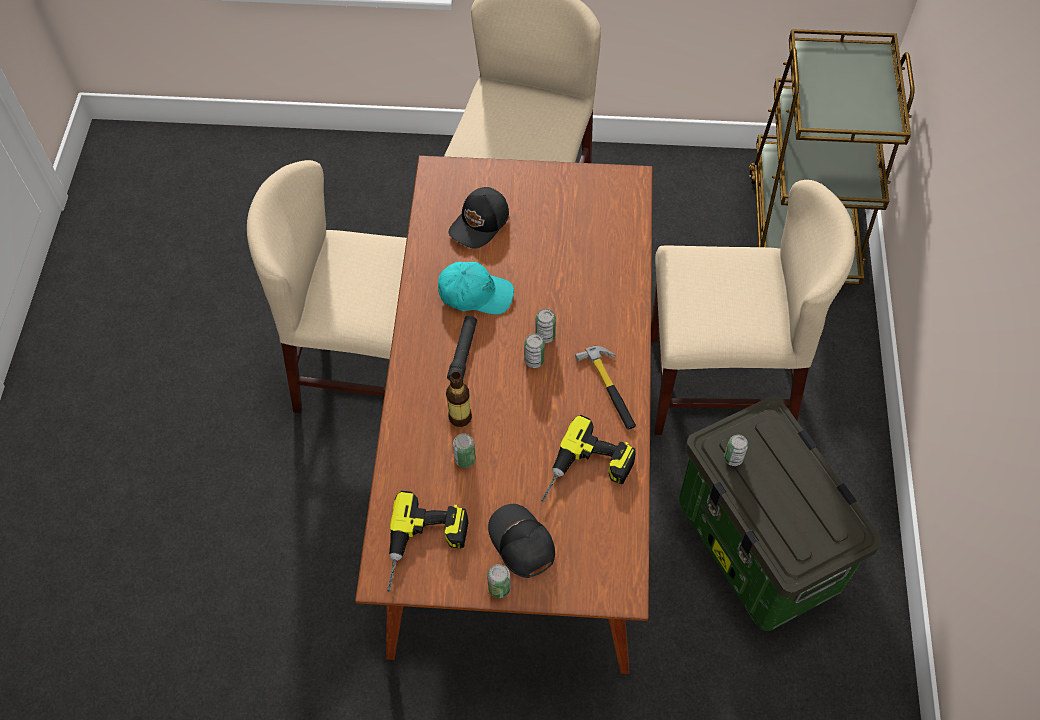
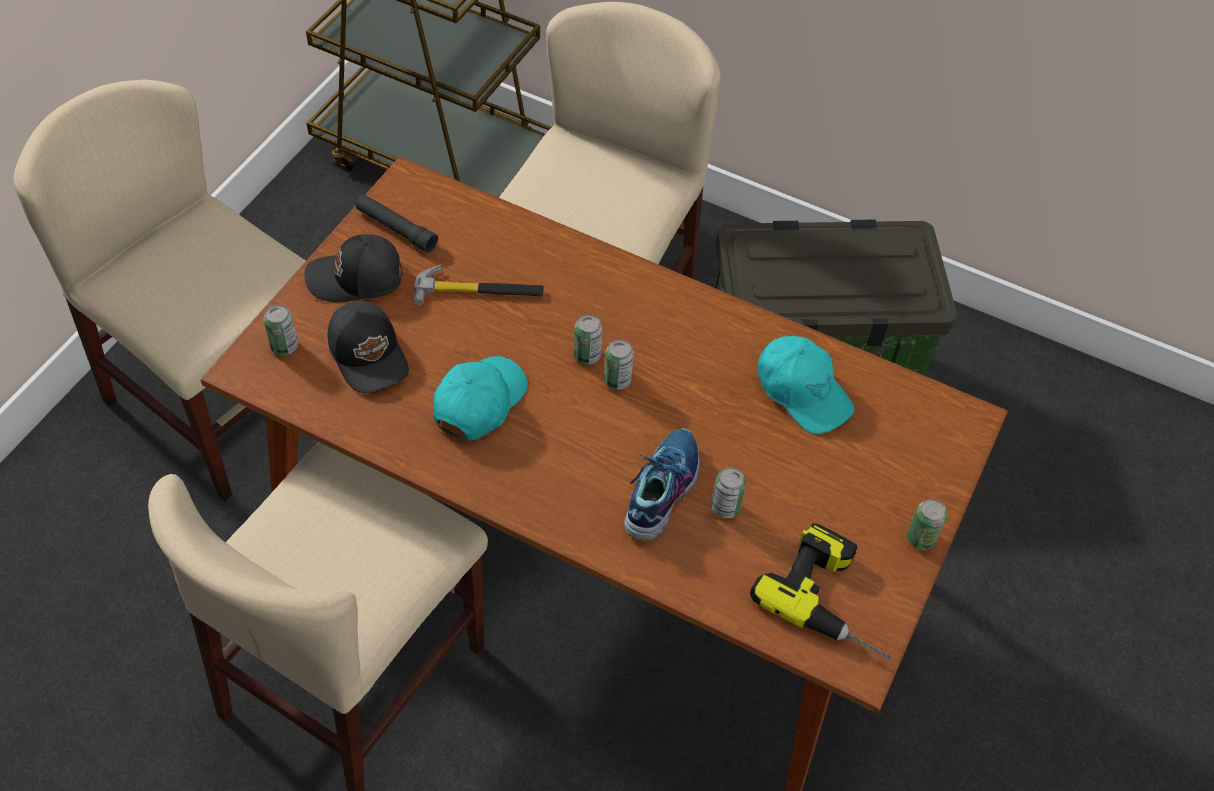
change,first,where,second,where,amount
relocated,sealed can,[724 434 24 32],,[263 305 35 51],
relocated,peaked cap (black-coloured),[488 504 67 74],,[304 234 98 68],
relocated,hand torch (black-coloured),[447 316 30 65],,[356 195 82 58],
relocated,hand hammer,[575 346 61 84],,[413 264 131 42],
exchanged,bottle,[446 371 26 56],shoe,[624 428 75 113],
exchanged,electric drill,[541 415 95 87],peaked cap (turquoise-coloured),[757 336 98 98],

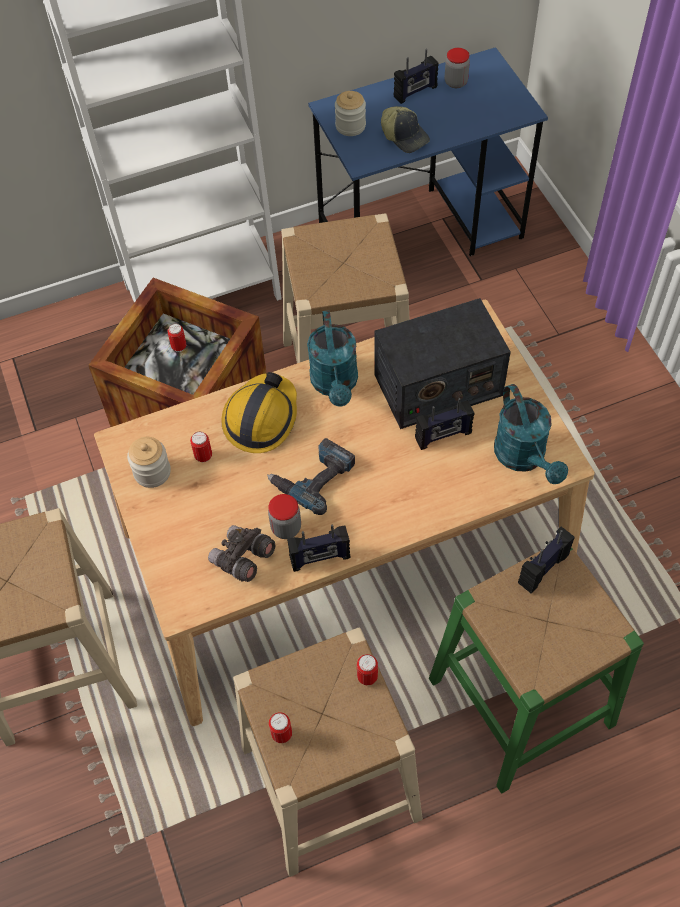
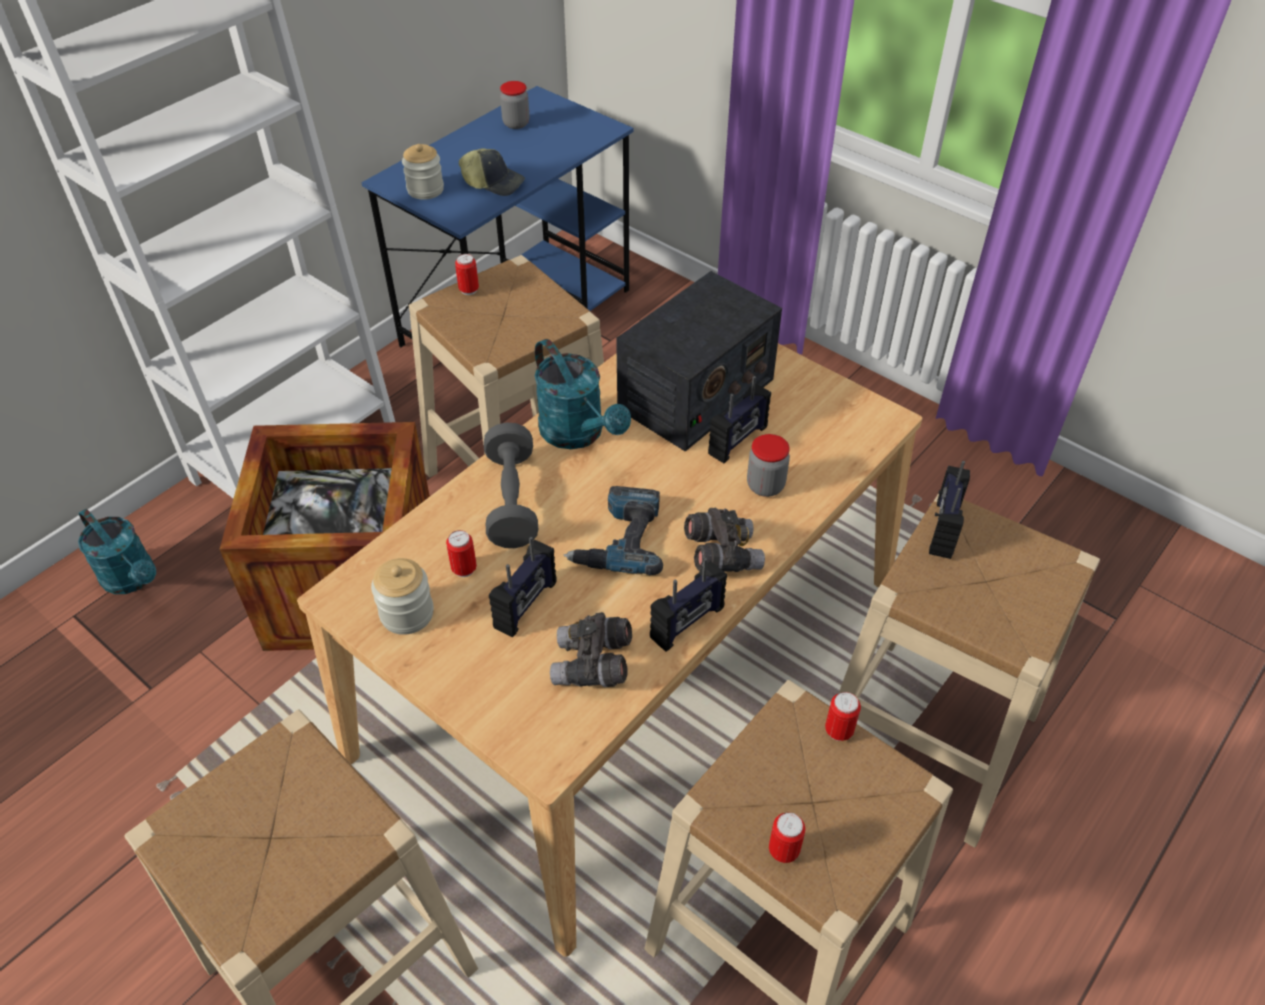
change,first,where,second,where,amount
relocated,watering can (turquoise-coloured),[494 384 74 100],,[78 509 78 85],
relocated,sealed can,[167 324 20 28],,[455 254 24 41],
exchanged,work helmet,[221 372 76 81],hand weight (grey),[484 422 54 126],
relocated,radio,[394 49 45 55],,[489 537 68 100],
appeared,,,pair of binoculars (grey),[684 507 81 65],
relocated,preserve jar,[268 494 33 45],,[747 434 43 63],
colour,stool seat (green),[429 547 215 247],stool seat (beige-coloured),[839 493 261 354],

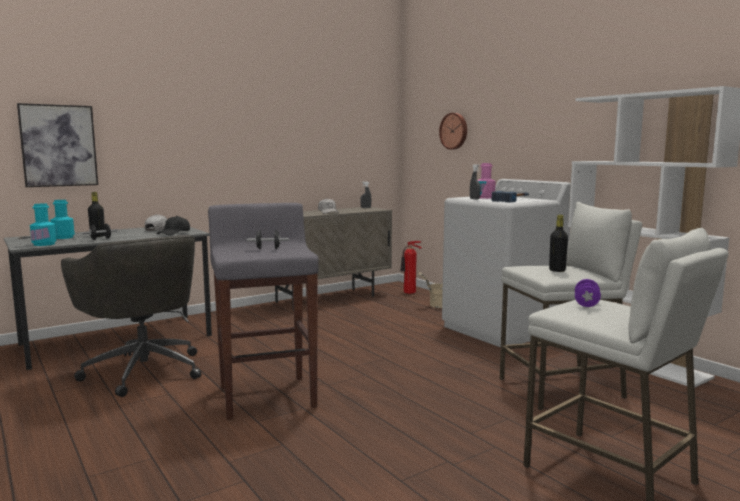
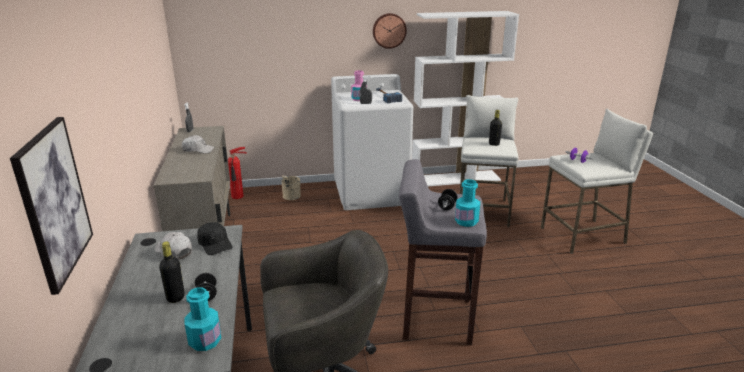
change,first,where,second,where,amount
relocated,hanging clock,[439 113 28 37],,[373 13 34 36],
relocated,bottle (turquoise-coloured),[50 200 25 39],,[455 179 25 48],

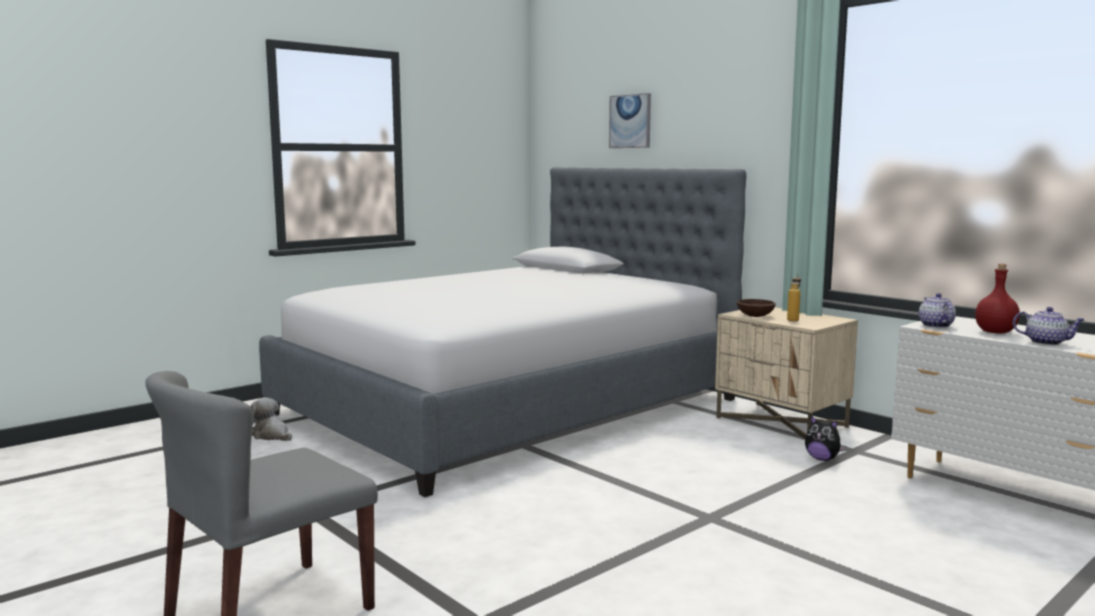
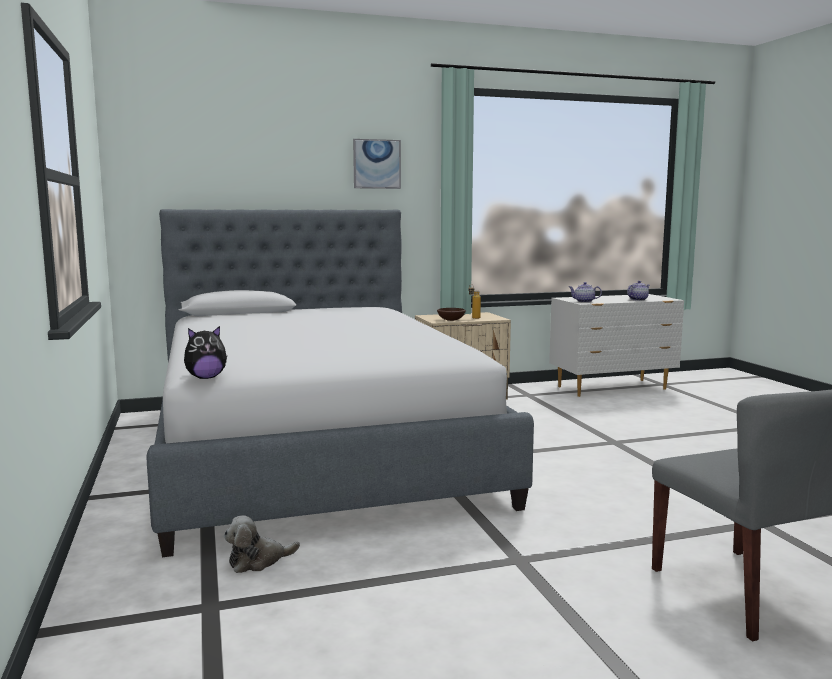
change,first,where,second,where,amount
relocated,soft toy,[805 415 41 46],,[184 326 43 53],
relocated,wall art,[609 93 42 55],,[353 139 48 50],
missing,bottle (red-coloured),[975 264 45 70],,,

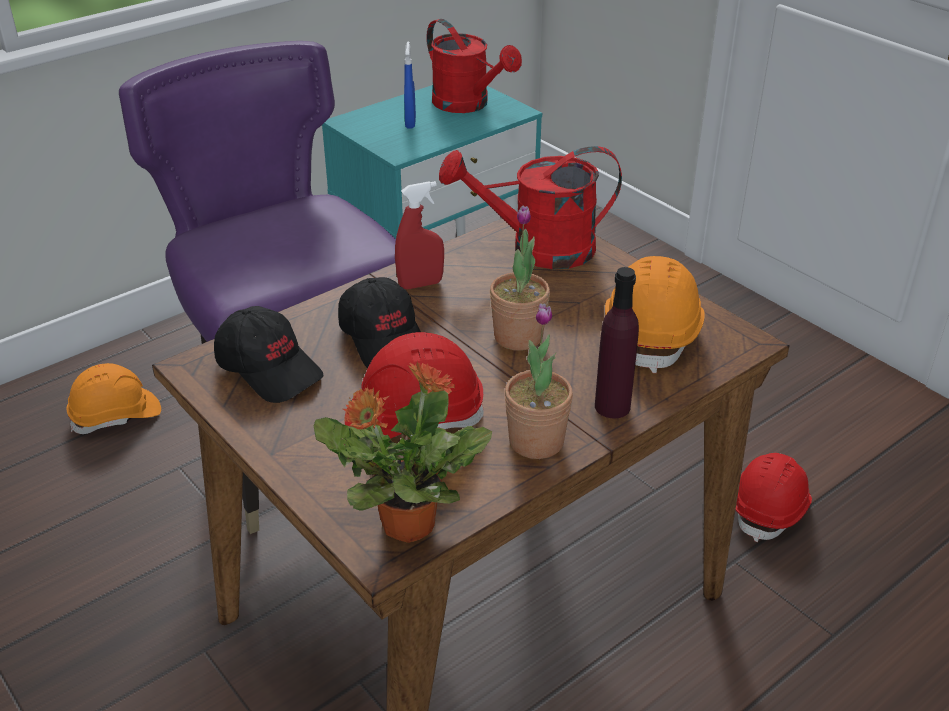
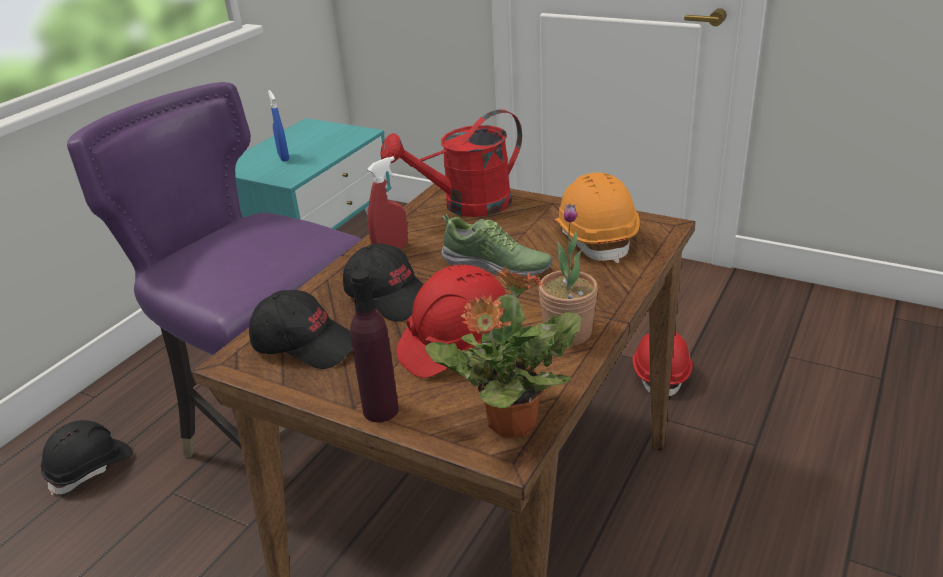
change,first,where,second,where,amount
colour,work helmet (orangey),[67 363 94 71],work helmet (black-coloured),[41 420 92 76],
relocated,bottle (purple-coloured),[595 267 44 151],,[350 270 49 153],
exchanged,potted plant,[490 206 60 145],shoe,[442 214 111 63],
missing,watering can (red-coloured),[427 19 95 94],,,

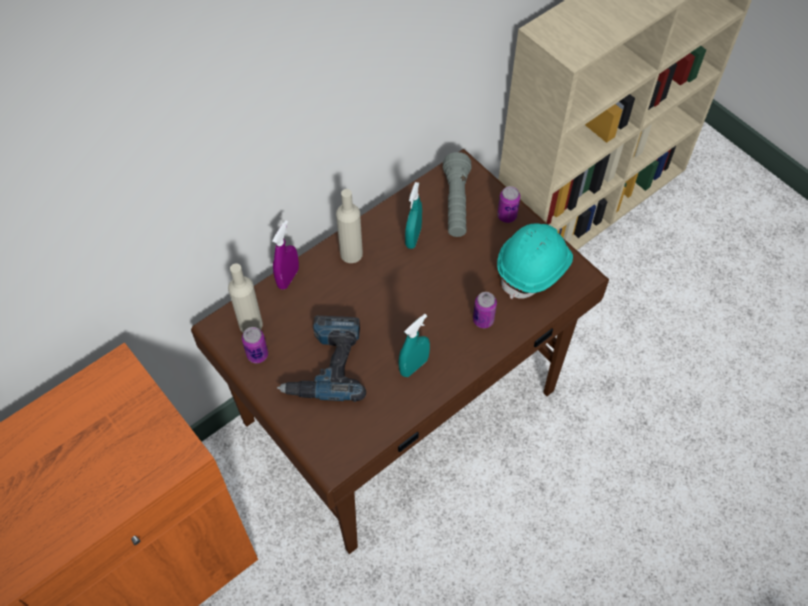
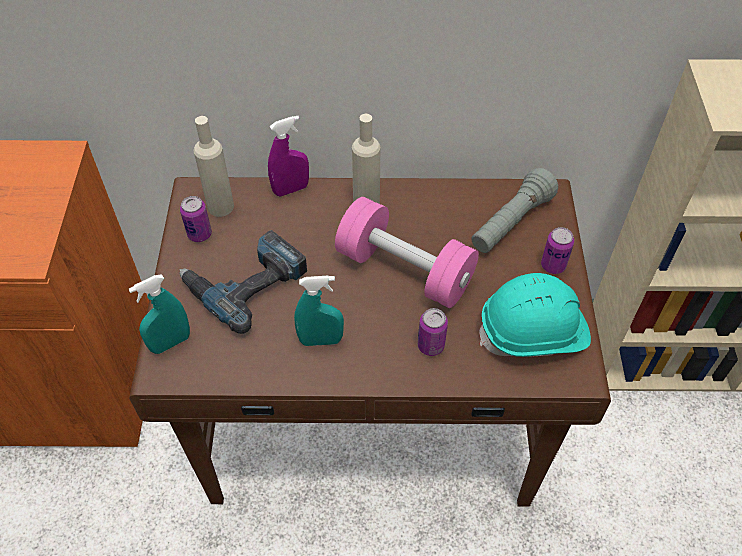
change,first,where,second,where,amount
relocated,sprayer (turquoise-coloured),[405 182 17 67],,[129 274 61 80],
appeared,,,hand weight (pinkish),[335 197 144 111],

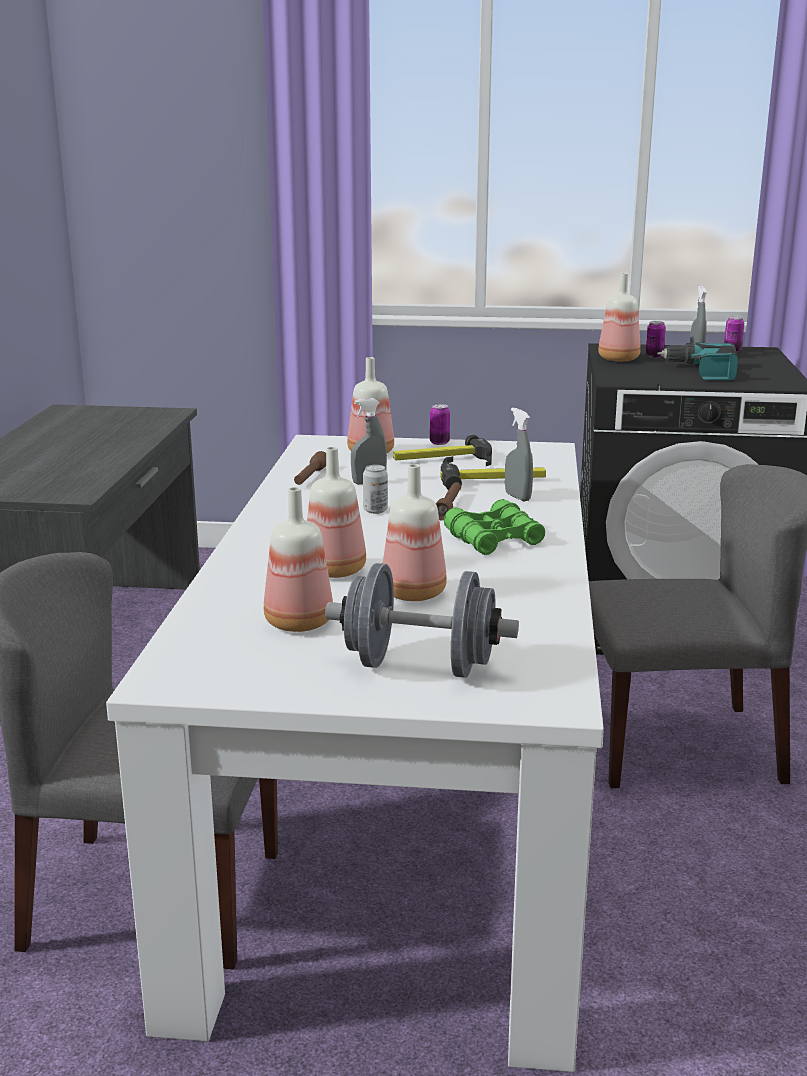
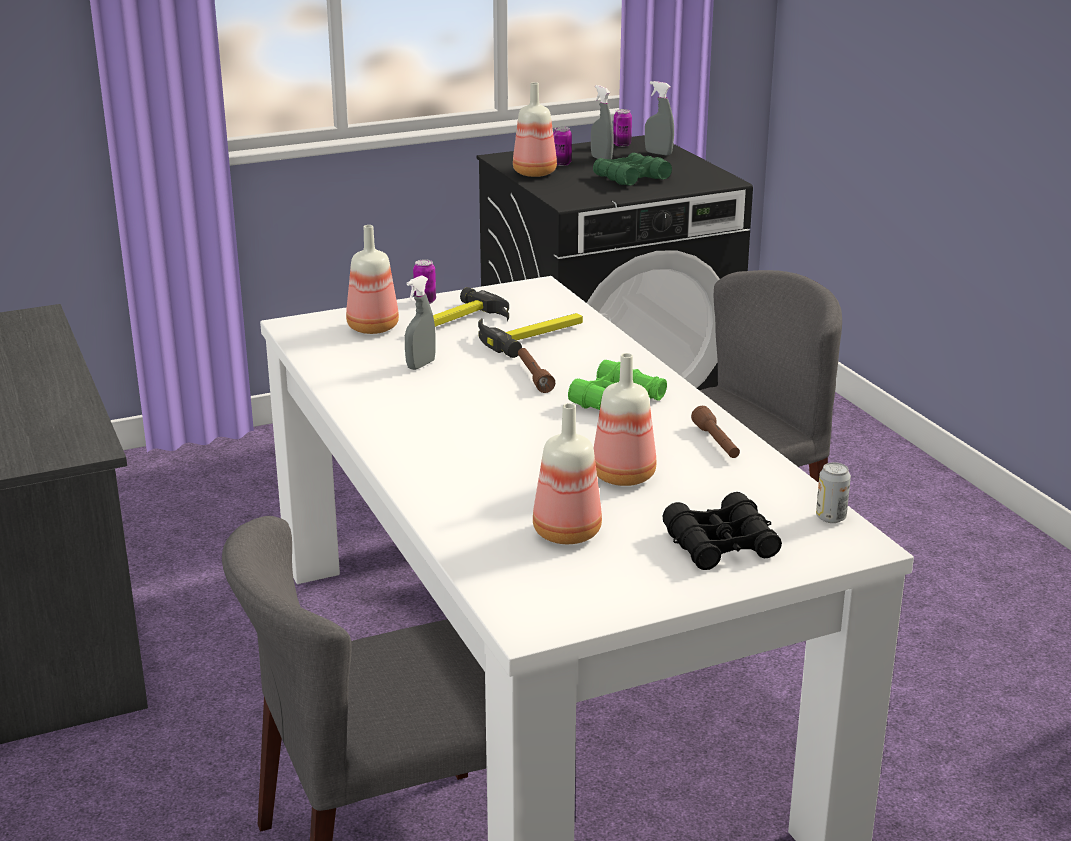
change,first,where,second,where,amount
exchanged,electric drill,[657 343 81 38],pair of binoculars (green),[593 153 79 33],
relocated,sprayer (grey),[505 408 28 94],,[645 81 29 75],
exchanged,hand weight (grey),[325 563 194 115],pair of binoculars (black-coloured),[662 492 120 78],
relocated,hand torch (brown-coloured),[294 451 32 34],,[691 406 49 52],
relocated,sealed can,[363 465 25 49],,[816 462 35 61],
missing,bottle,[307 447 59 131],,,

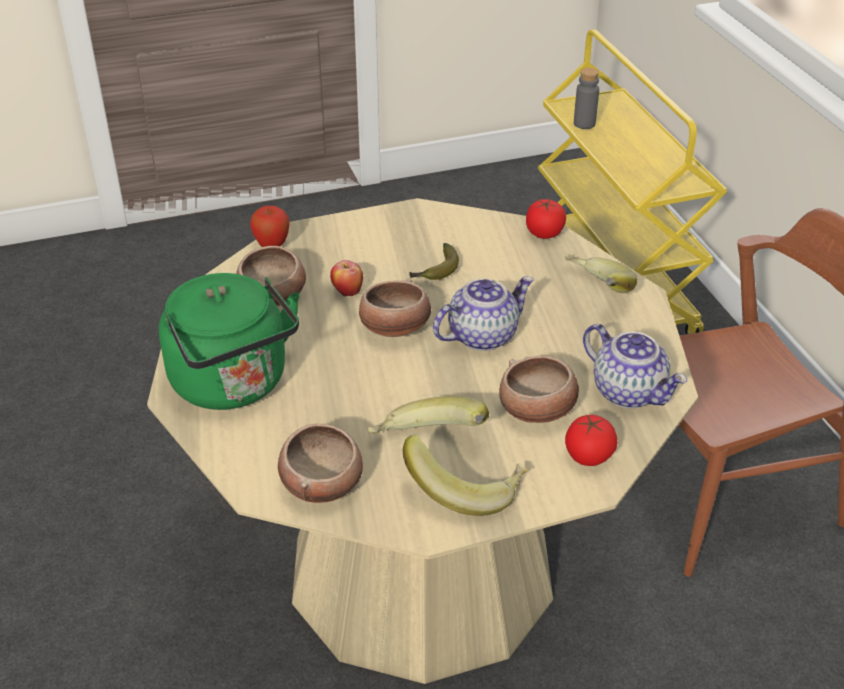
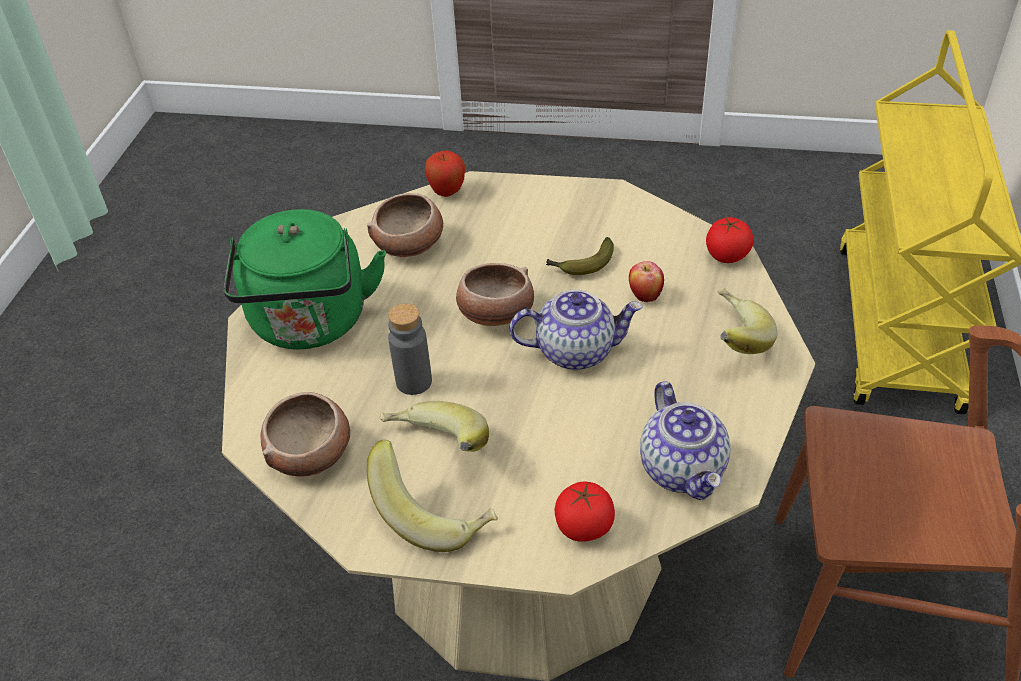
change,first,where,second,where,amount
relocated,bottle (grey),[574 68 25 61],,[388 303 44 92],
relocated,whole apple,[330 260 33 37],,[629 261 35 41],
missing,deep dish,[499 356 80 67],,,

